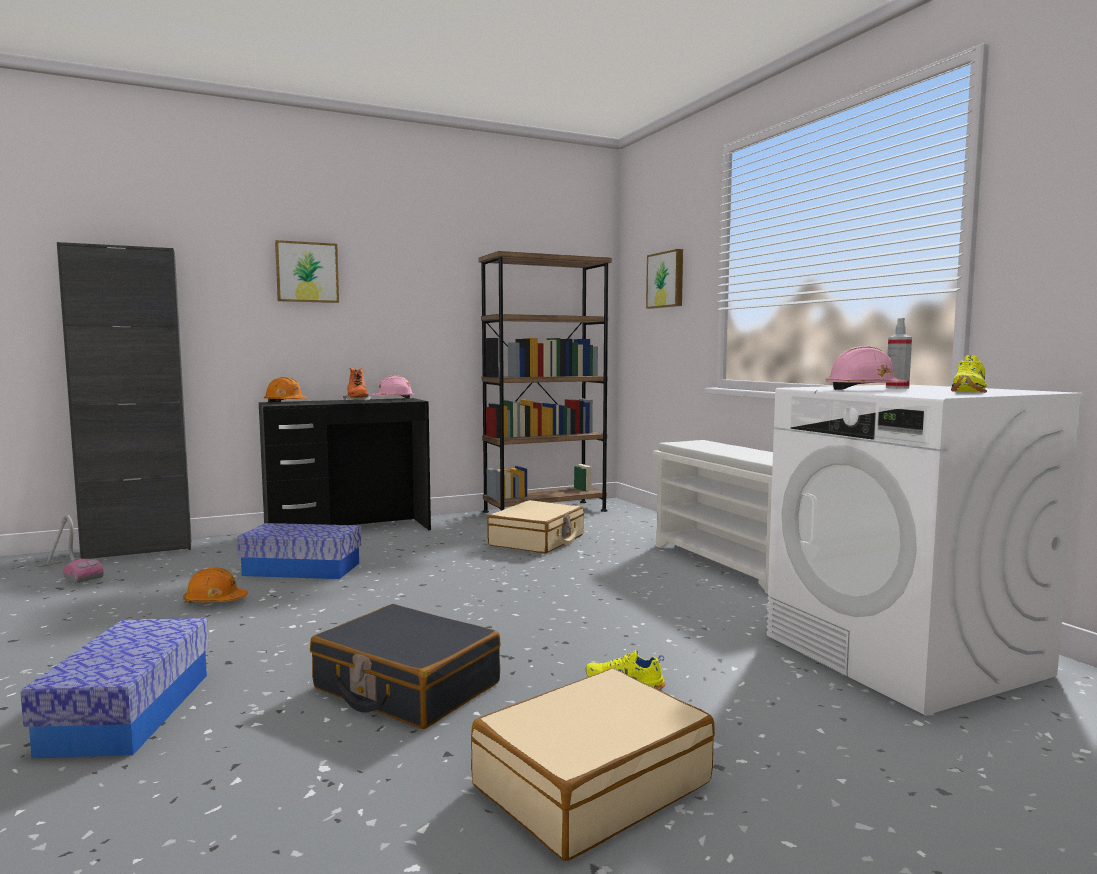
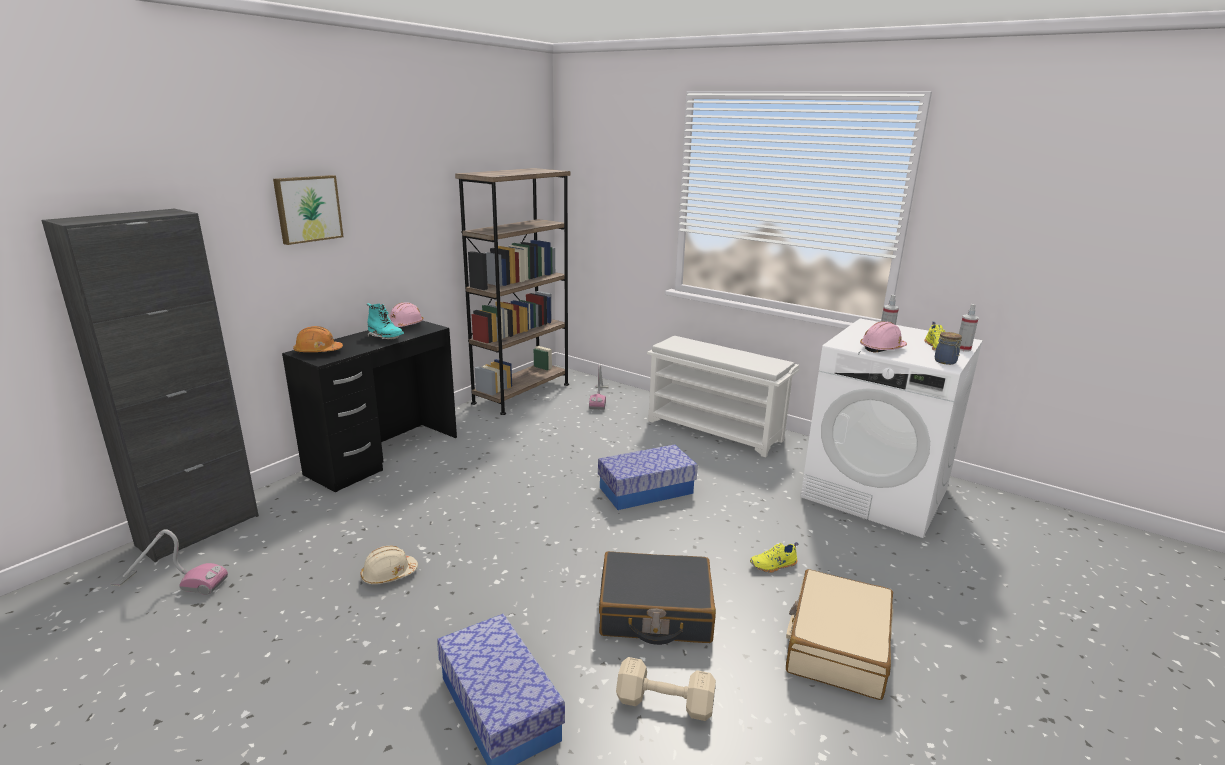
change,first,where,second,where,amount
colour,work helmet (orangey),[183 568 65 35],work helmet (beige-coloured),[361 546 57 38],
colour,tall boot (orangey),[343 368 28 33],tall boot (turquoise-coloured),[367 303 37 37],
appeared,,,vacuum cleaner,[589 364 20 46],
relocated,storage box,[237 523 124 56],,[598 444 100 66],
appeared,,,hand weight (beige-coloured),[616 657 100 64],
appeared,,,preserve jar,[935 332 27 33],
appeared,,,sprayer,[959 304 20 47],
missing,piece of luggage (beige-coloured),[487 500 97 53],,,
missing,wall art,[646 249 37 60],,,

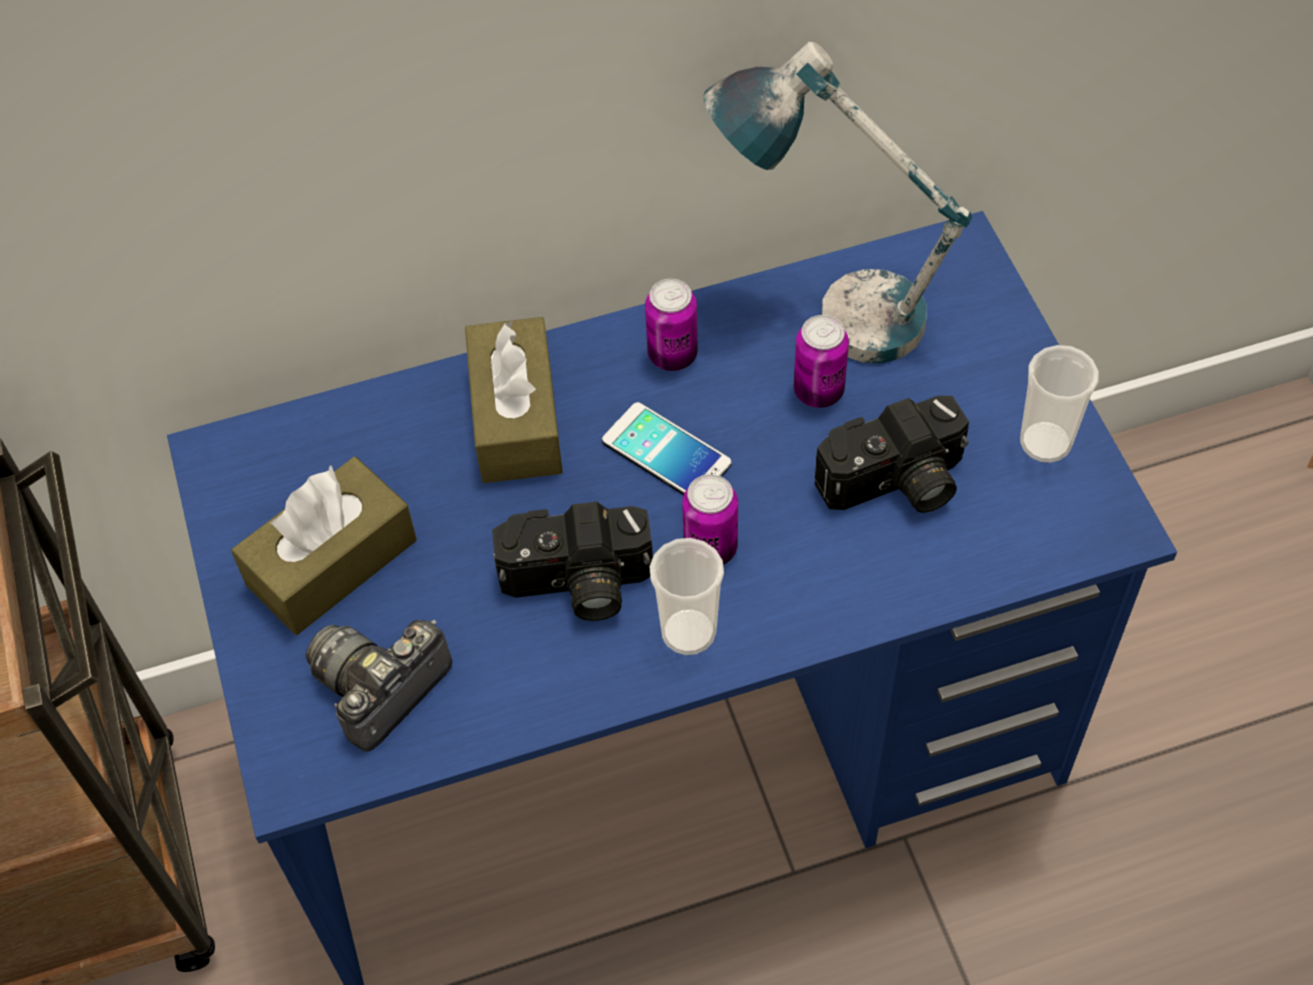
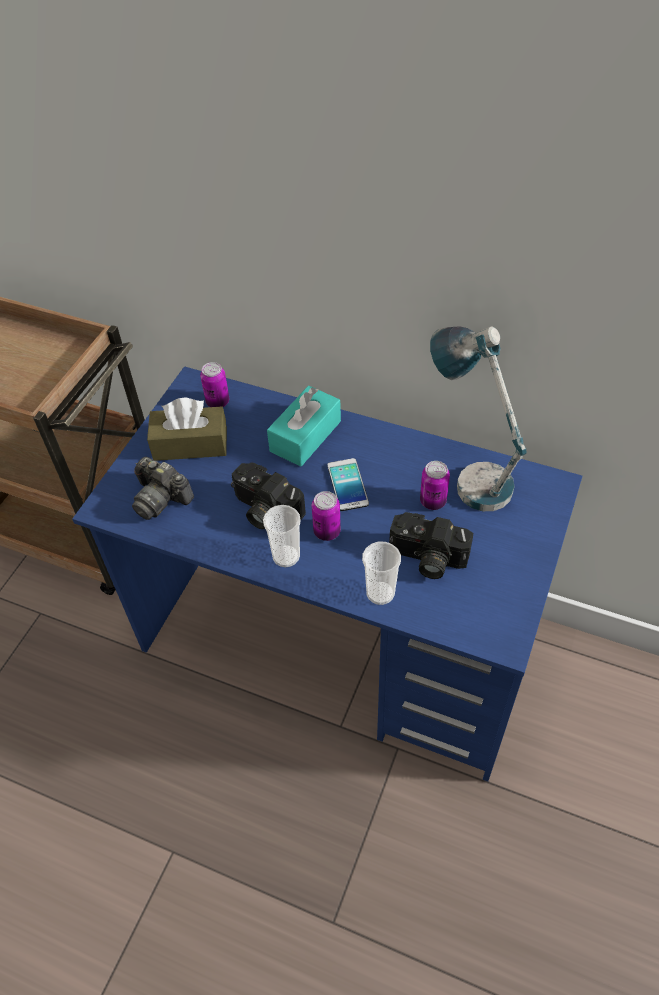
change,first,where,second,where,amount
spun,photo camera,[306 620 146 132],,[132 457 62 63],135 degrees counterclockwise
relocated,sealed can,[645 279 53 92],,[200 362 29 45],
colour,tissue holder (brown-coloured),[465 317 98 166],tissue holder (turquoise-coloured),[267 386 74 81],
relocated,drinking cup,[1020 345 79 118],,[362 542 39 63],

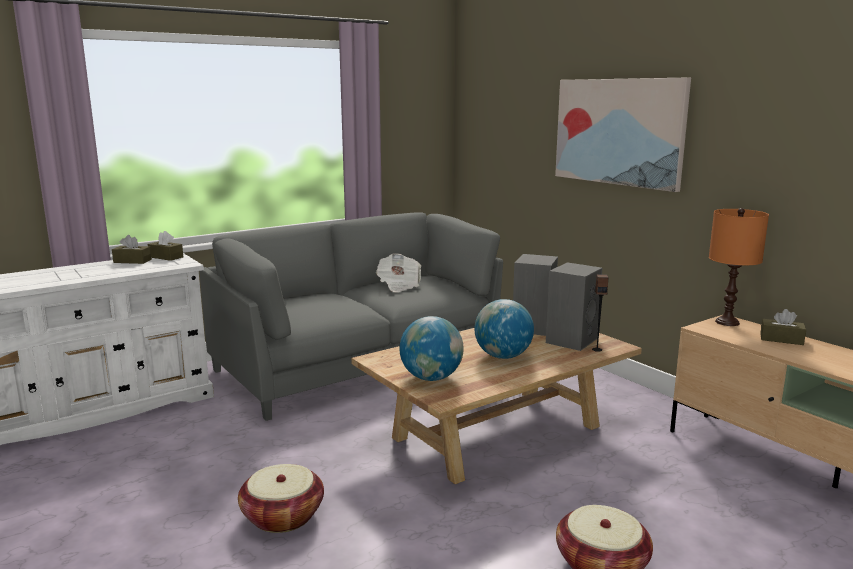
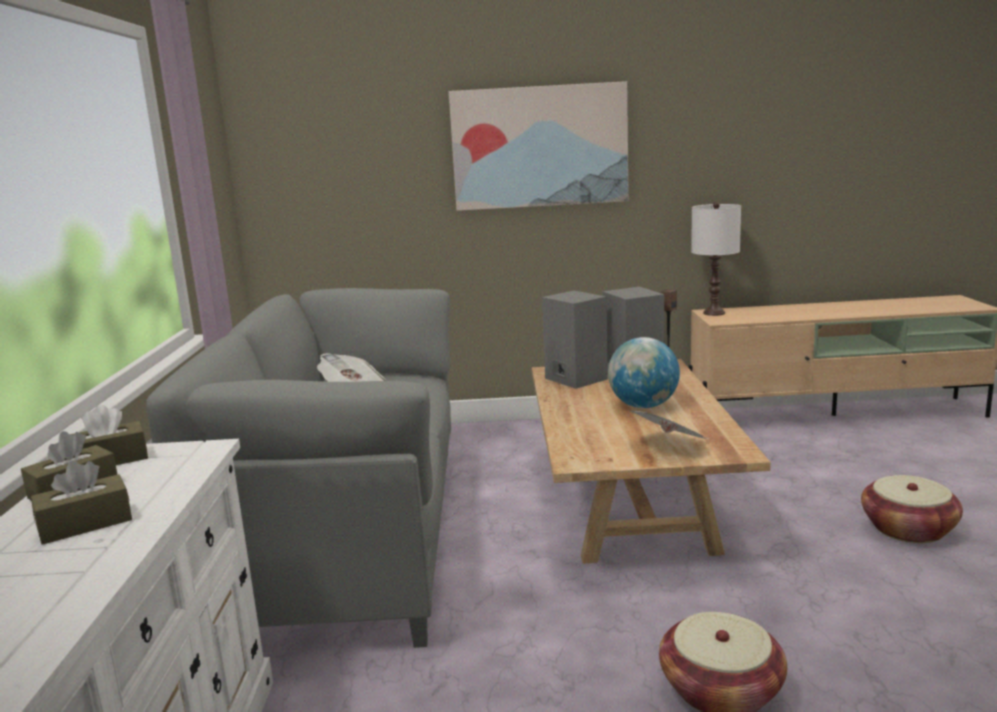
change,first,where,second,where,amount
relocated,tissue holder (brown-coloured),[760 309 46 36],,[31 460 101 85],
exchanged,globe,[399 316 65 65],newspaper,[630 411 79 28],
colour,lamp for a table (orangey),[709 208 60 118],lamp for a table (whitish),[691 202 50 114],

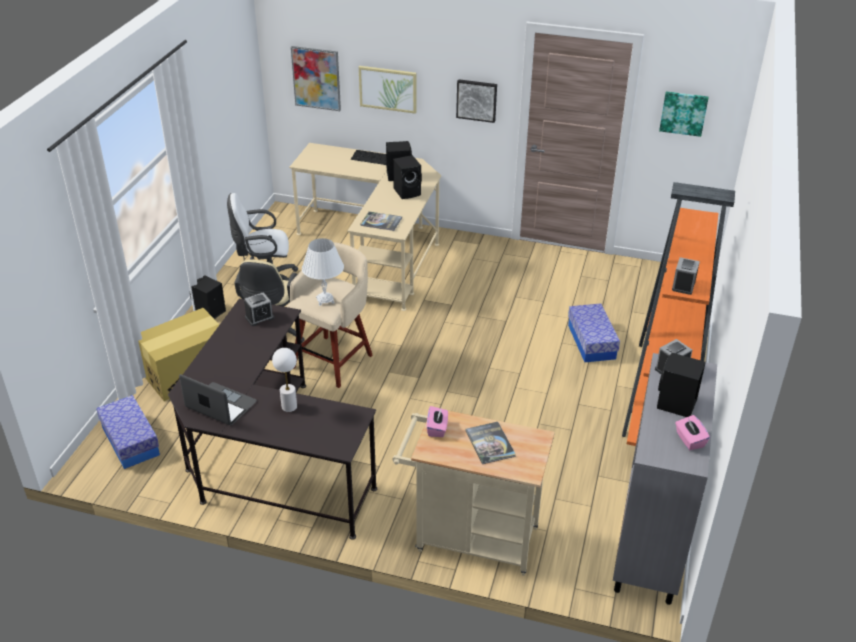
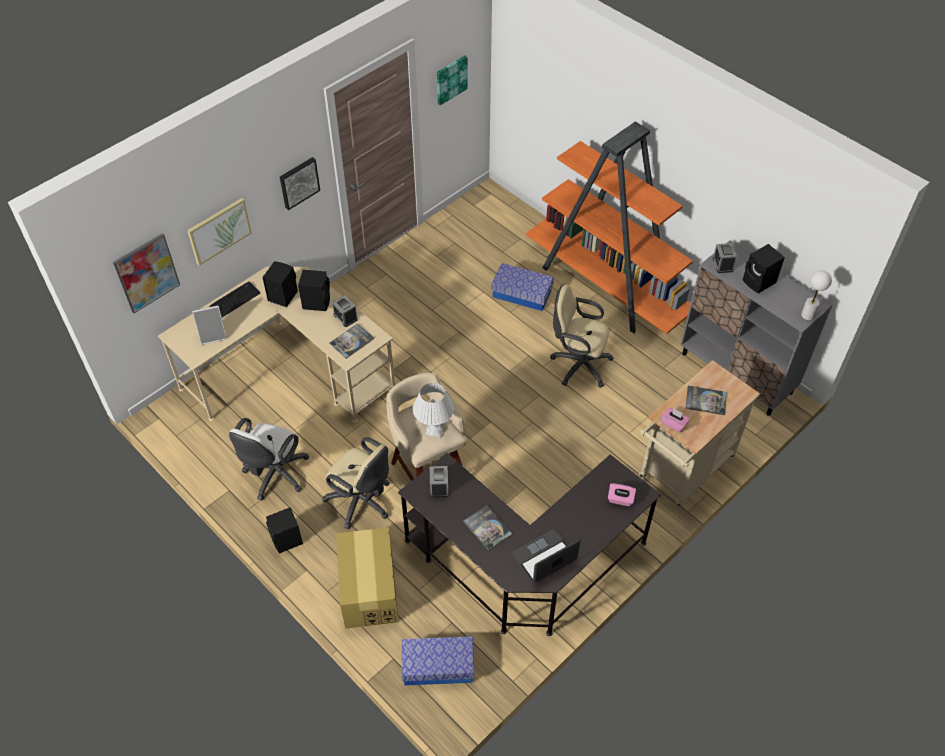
change,first,where,second,where,amount
appeared,,,photo frame,[192 305 35 40],
relocated,table clock,[672 257 28 38],,[332 296 26 31],
appeared,,,bound book,[463 505 49 46],
appeared,,,office chair (beige-coloured),[550 284 64 104],
relocated,tissue holder (pinkish),[675 415 35 35],,[608 484 28 22],
relocated,lamp for a table (whitish),[272 348 25 64],,[801 270 31 50],

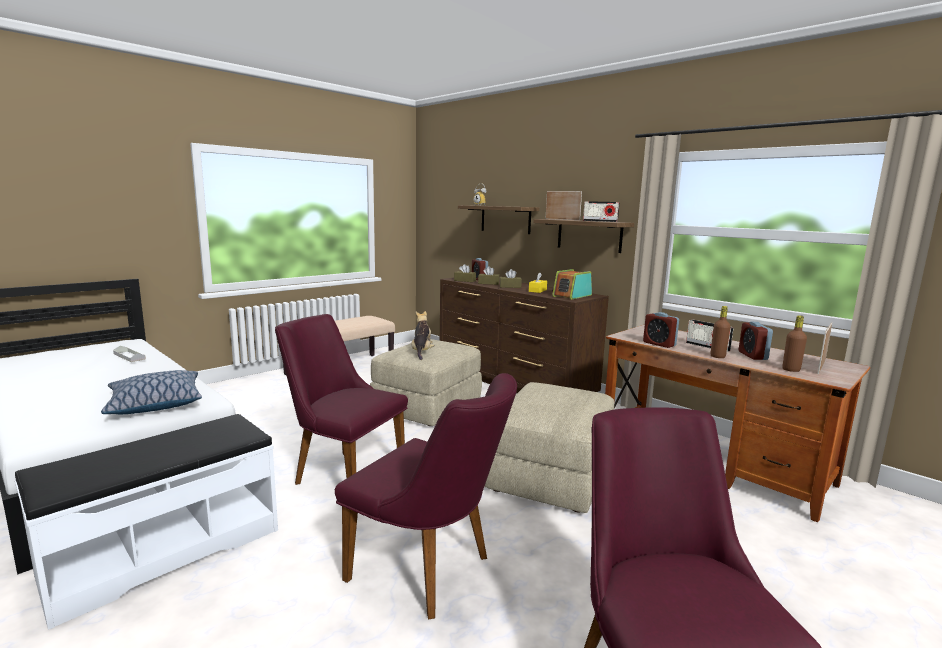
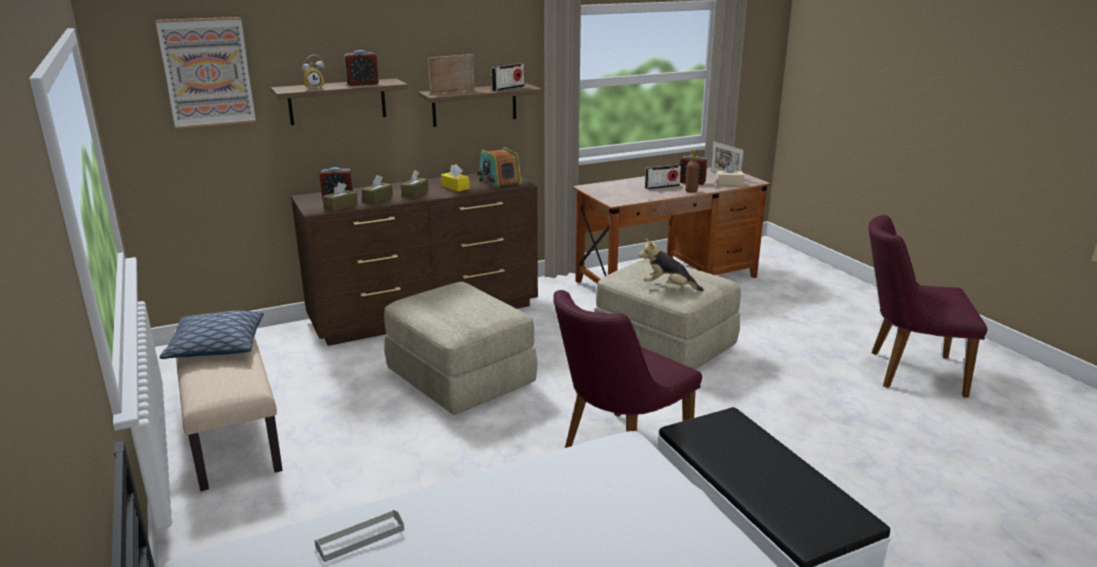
change,first,where,second,where,amount
appeared,,,wall art,[156 17 100 112],
relocated,throw pillow,[101 370 101 44],,[159 311 105 48],
relocated,table clock,[643 312 36 36],,[344 50 35 36],
relocated,soft toy,[412 311 23 49],,[639 239 65 53],
exchanged,bottle (brown-coloured),[782 315 25 57],tissue holder (beige-coloured),[716 163 28 22],
missing,plain chair (purple-coloured),[335 373 182 247],,,

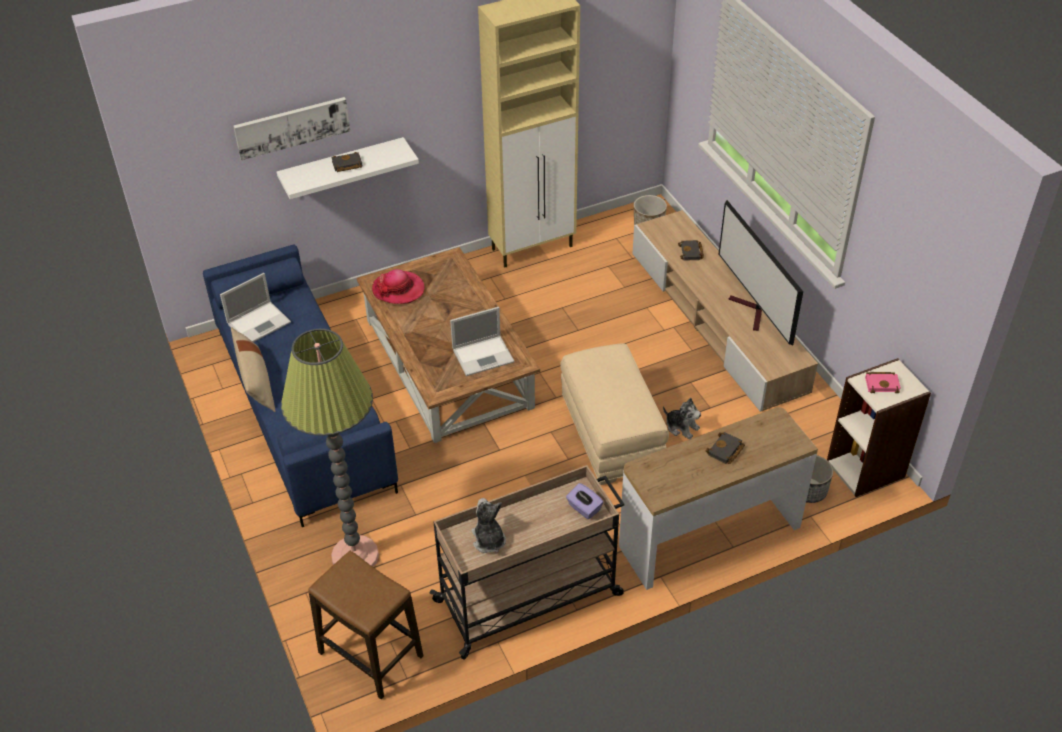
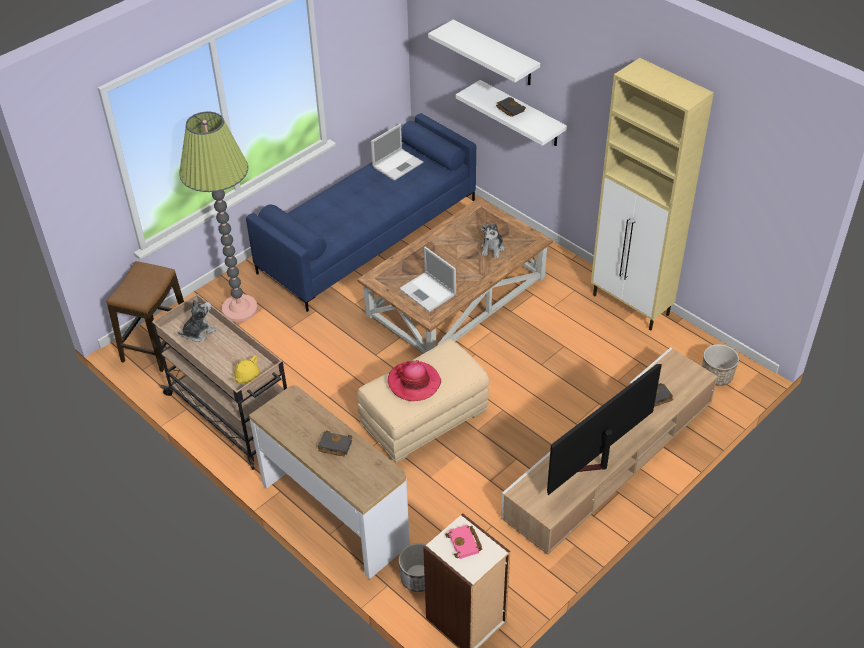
change,first,where,second,where,amount
exchanged,tissue holder (purple-coloured),[566 483 37 36],pot for tea (yellowish),[233 355 27 28],
spun,portable computer,[220 273 71 69],,[371 124 52 57],75 degrees counterclockwise
relocated,wearable hat,[372 269 53 35],,[388 360 53 41],
exchanged,wall art,[233 97 117 63],wall shelf (whitish),[428 20 112 65],
relocated,soft toy,[663 398 38 41],,[480 223 25 35],
missing,throw pillow (beige-coloured),[231 327 45 85],,,

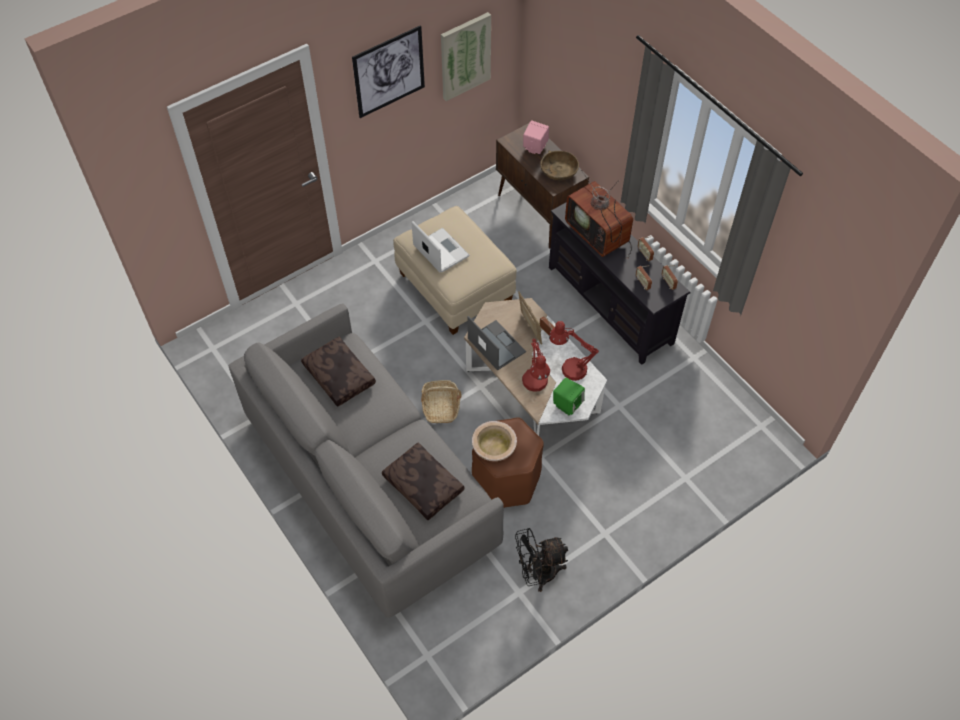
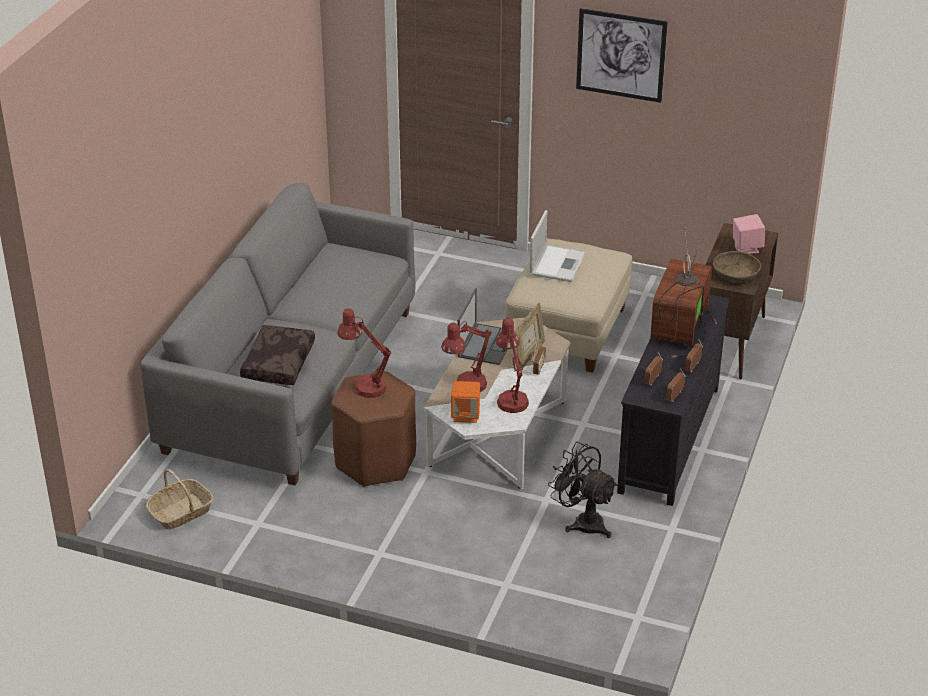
change,first,where,second,where,amount
relocated,household basket,[421 380 41 43],,[146 469 67 61],
exchanged,deep dish (beige-coloured),[472 421 45 40],lamp for a table (red-coloured),[337 308 54 90],
colour,speaker (green),[553 378 32 37],speaker (orangey),[451 381 29 42],
relocated,electric fan (black-coloured),[515 528 53 64],,[548 441 70 97],
missing,throw pillow (brown-coloured),[301 337 75 70],,,
missing,wall art,[441 12 50 89],,,

